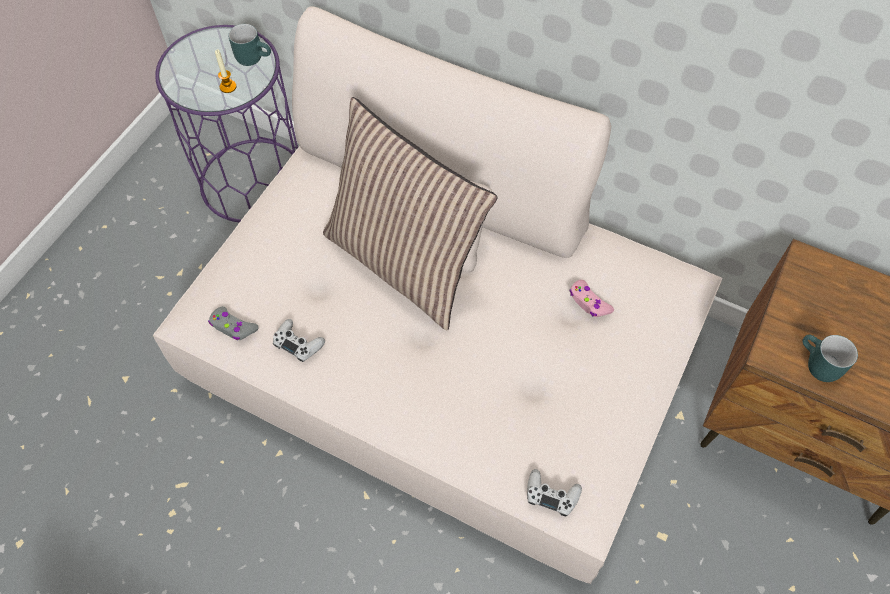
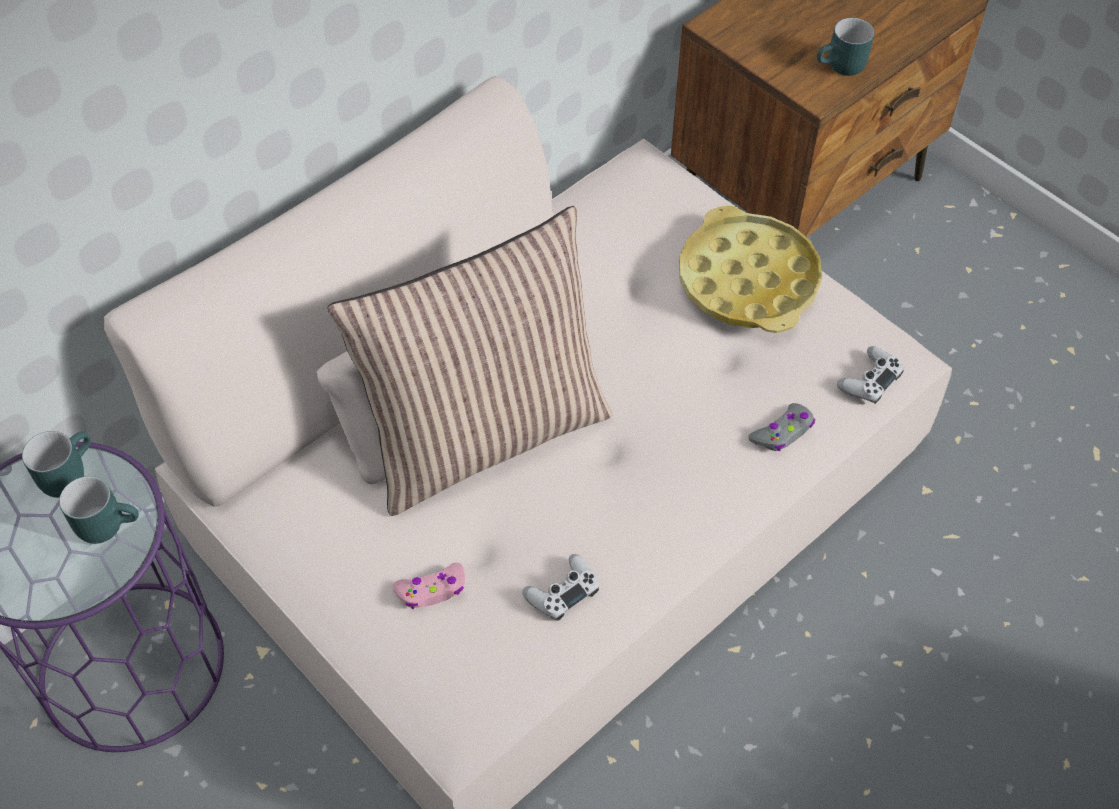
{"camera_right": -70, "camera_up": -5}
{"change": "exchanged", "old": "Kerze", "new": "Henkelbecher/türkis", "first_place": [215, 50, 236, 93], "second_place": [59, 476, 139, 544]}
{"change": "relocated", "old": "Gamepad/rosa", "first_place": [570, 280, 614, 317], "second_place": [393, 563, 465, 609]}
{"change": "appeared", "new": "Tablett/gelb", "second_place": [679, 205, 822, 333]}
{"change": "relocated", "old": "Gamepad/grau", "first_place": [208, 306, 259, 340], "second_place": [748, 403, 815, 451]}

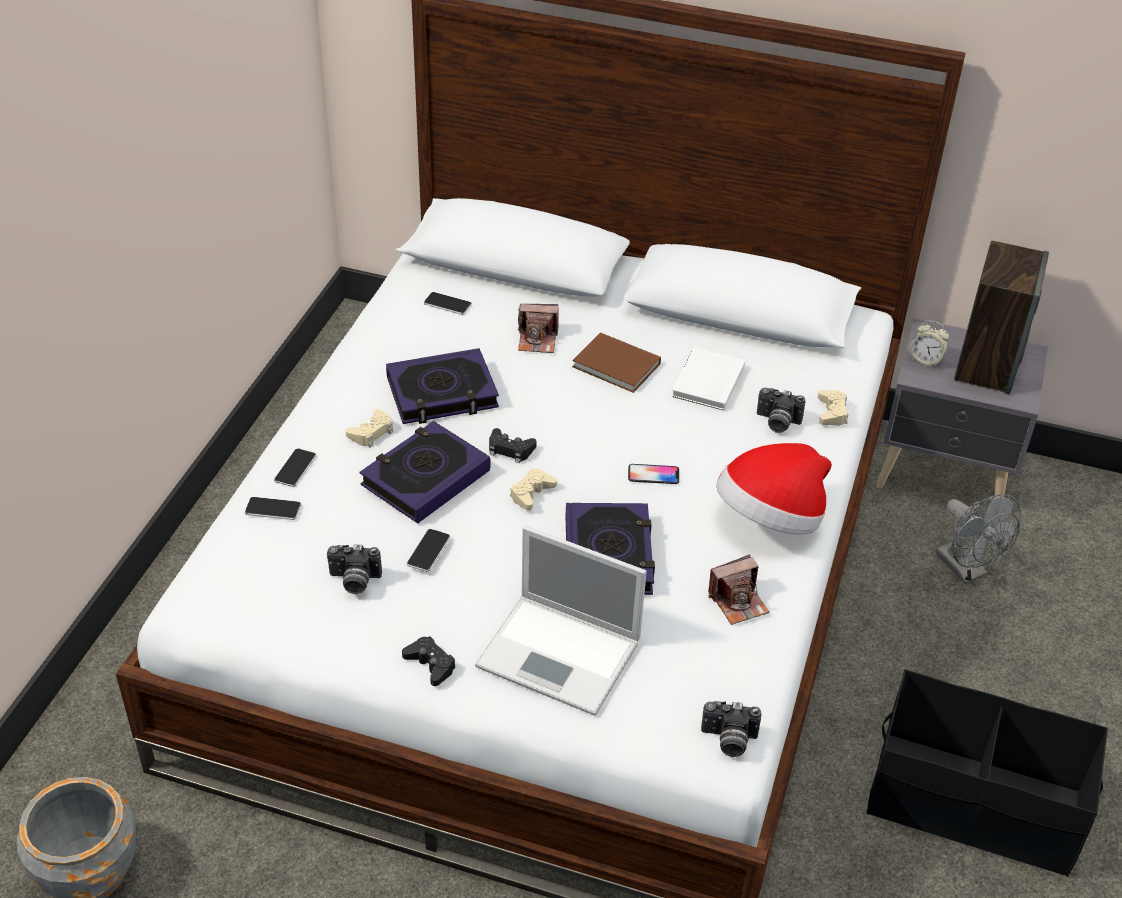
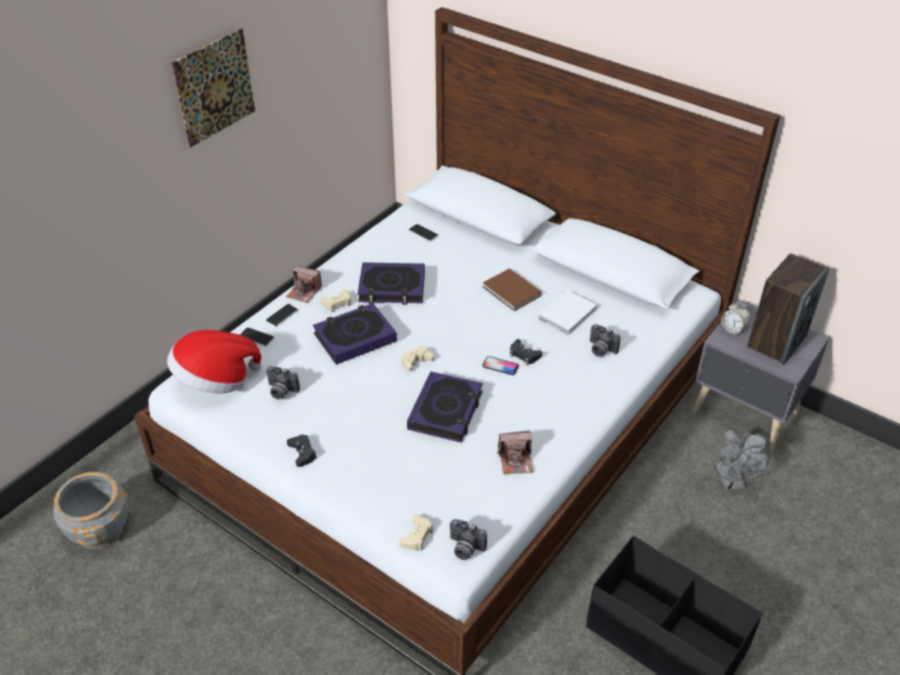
{"camera_right": 20, "camera_up": 0}
{"change": "relocated", "old": "Hut", "first_place": [716, 443, 832, 535], "second_place": [167, 330, 262, 393]}
{"change": "appeared", "new": "Bild", "second_place": [171, 28, 255, 148]}
{"change": "relocated", "old": "Kamera", "first_place": [518, 304, 558, 353], "second_place": [286, 266, 322, 303]}
{"change": "relocated", "old": "Gamepad/beige", "first_place": [818, 390, 848, 426], "second_place": [399, 514, 433, 551]}
{"change": "relocated", "old": "Gamepad/schwarz", "first_place": [489, 428, 537, 463], "second_place": [510, 339, 542, 365]}
{"change": "missing", "old": "Handy", "first_place": [407, 529, 450, 572]}
{"change": "missing", "old": "Laptop", "first_place": [475, 525, 647, 716]}

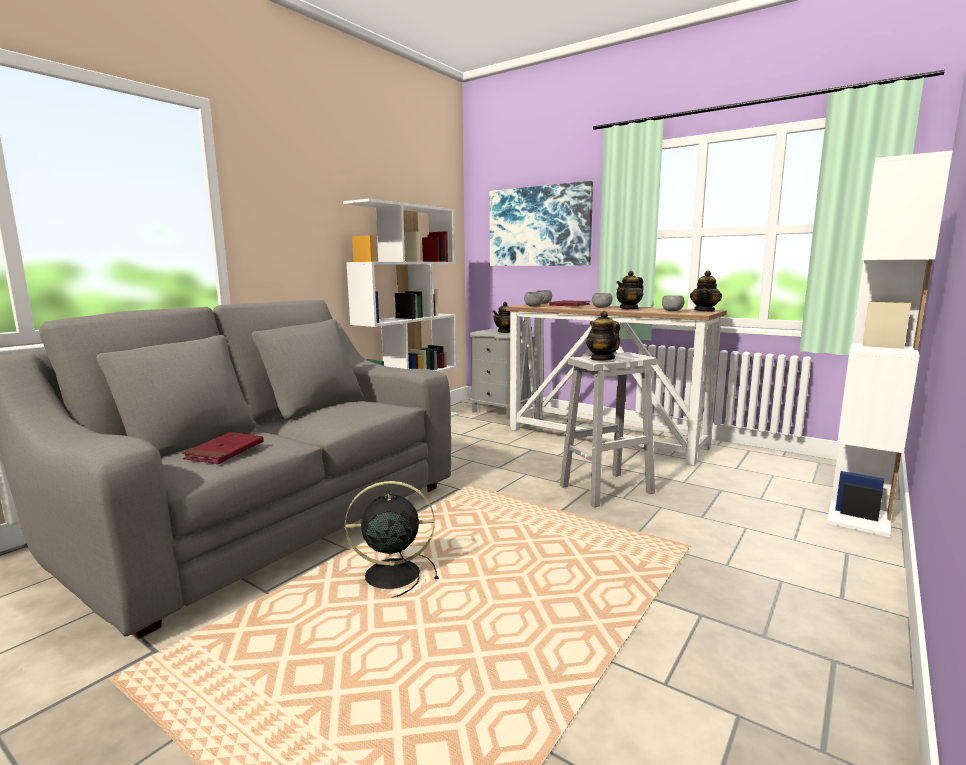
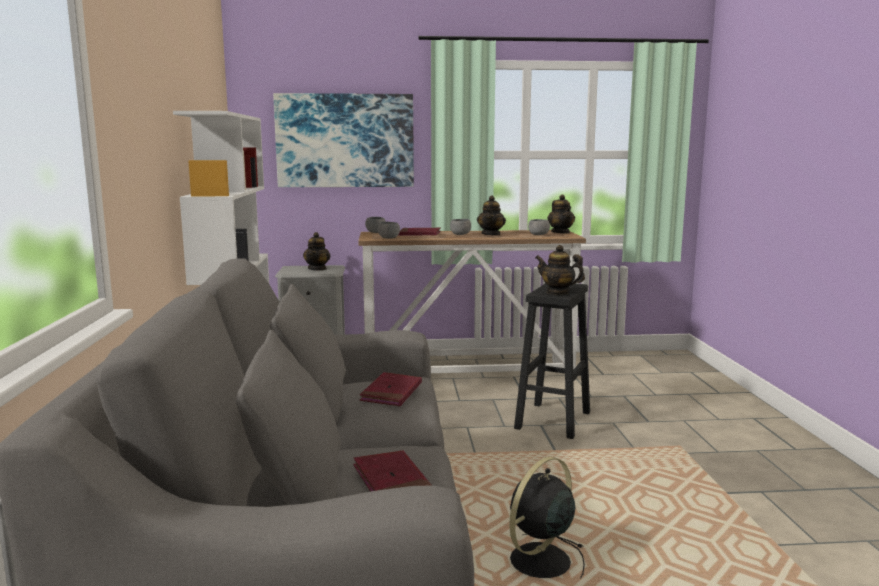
{"camera_right": -40, "camera_up": 0}
{"change": "appeared", "new": "Buch/rot", "second_place": [360, 372, 422, 406]}
{"change": "colour", "old": "Hocker/weiß", "new": "Hocker/schwarz", "first_place": [560, 352, 657, 507], "second_place": [514, 283, 590, 439]}
{"change": "missing", "old": "Bücherregal/weiß", "first_place": [827, 151, 952, 537]}

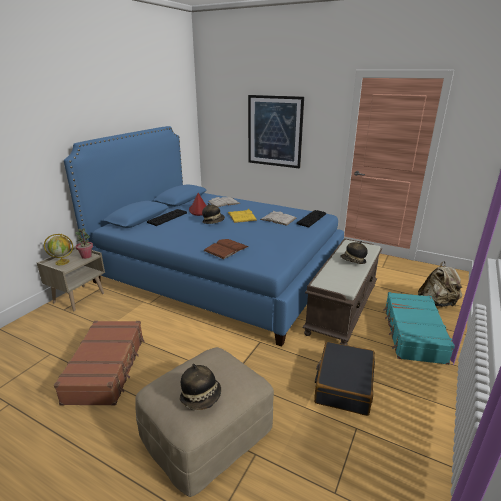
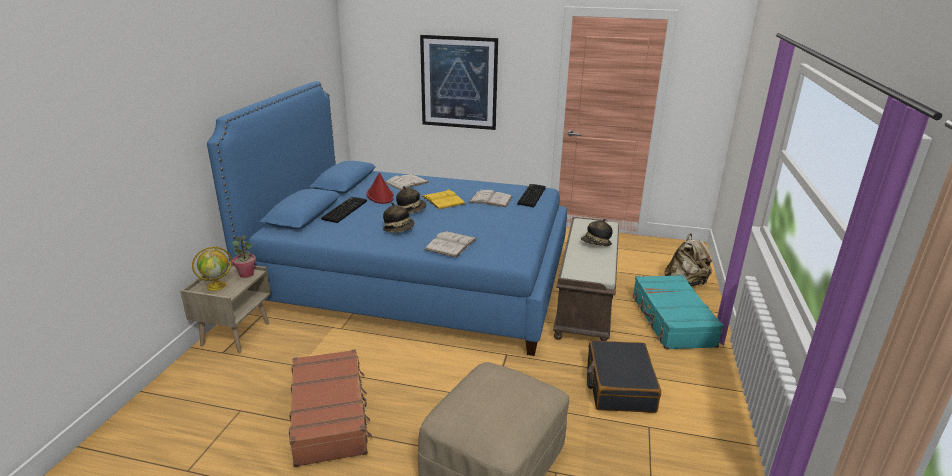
{"camera_right": -15, "camera_up": 0}
{"change": "relocated", "old": "Hut", "first_place": [180, 364, 221, 410], "second_place": [383, 202, 414, 233]}
{"change": "colour", "old": "Buch/braun", "new": "Buch/weiß", "first_place": [204, 239, 248, 259], "second_place": [424, 231, 477, 257]}

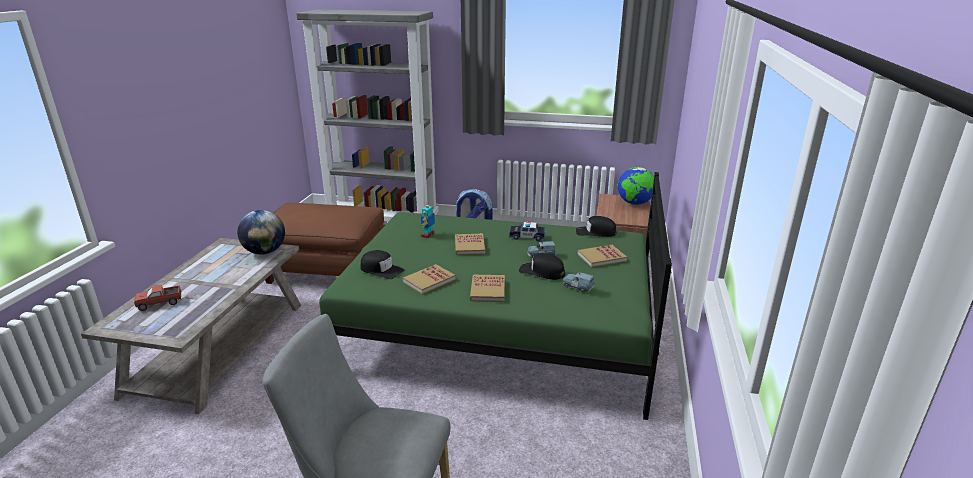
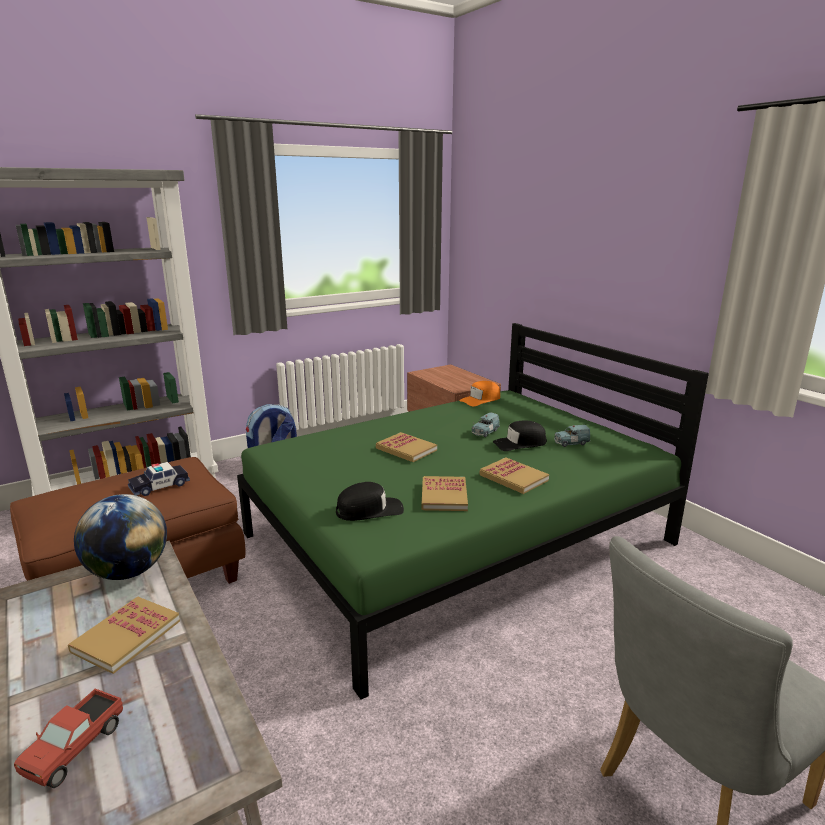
{"camera_right": -45, "camera_up": -5}
{"change": "relocated", "old": "Buch", "first_place": [577, 245, 627, 268], "second_place": [68, 596, 180, 674]}
{"change": "relocated", "old": "Spielzeugauto", "first_place": [509, 221, 545, 241], "second_place": [128, 462, 190, 496]}
{"change": "colour", "old": "Kappe/schwarz", "new": "Kappe/orange", "first_place": [576, 216, 617, 237], "second_place": [459, 381, 500, 406]}
{"change": "missing", "old": "Spielzeugroboter", "first_place": [421, 205, 435, 238]}
{"change": "missing", "old": "Globus", "first_place": [618, 167, 654, 205]}

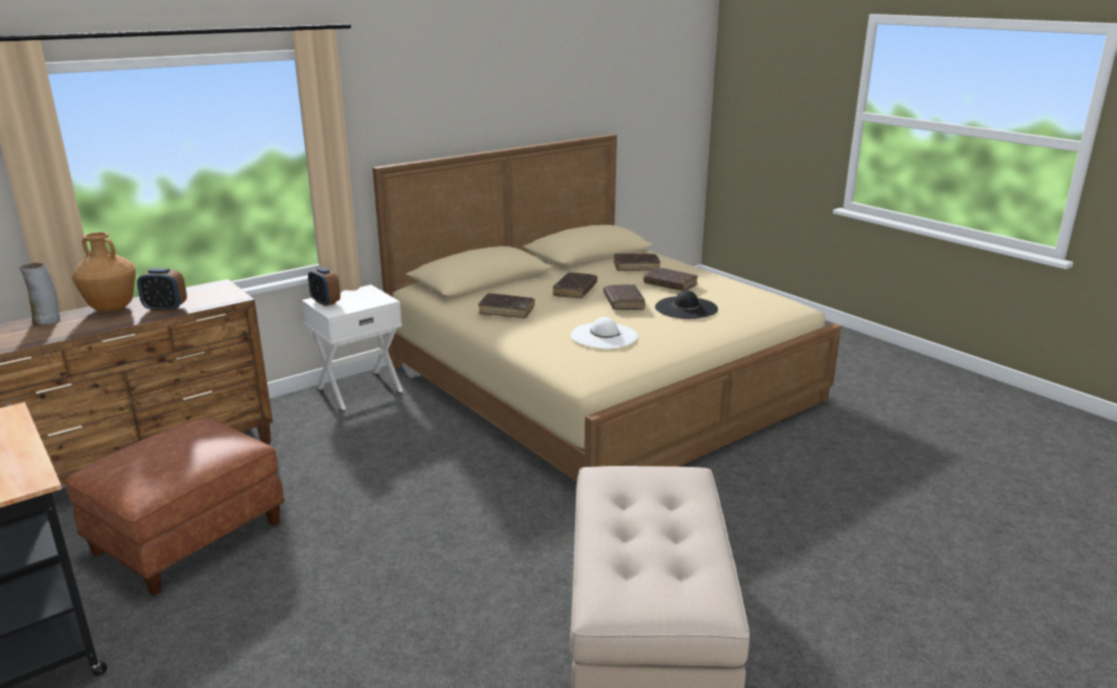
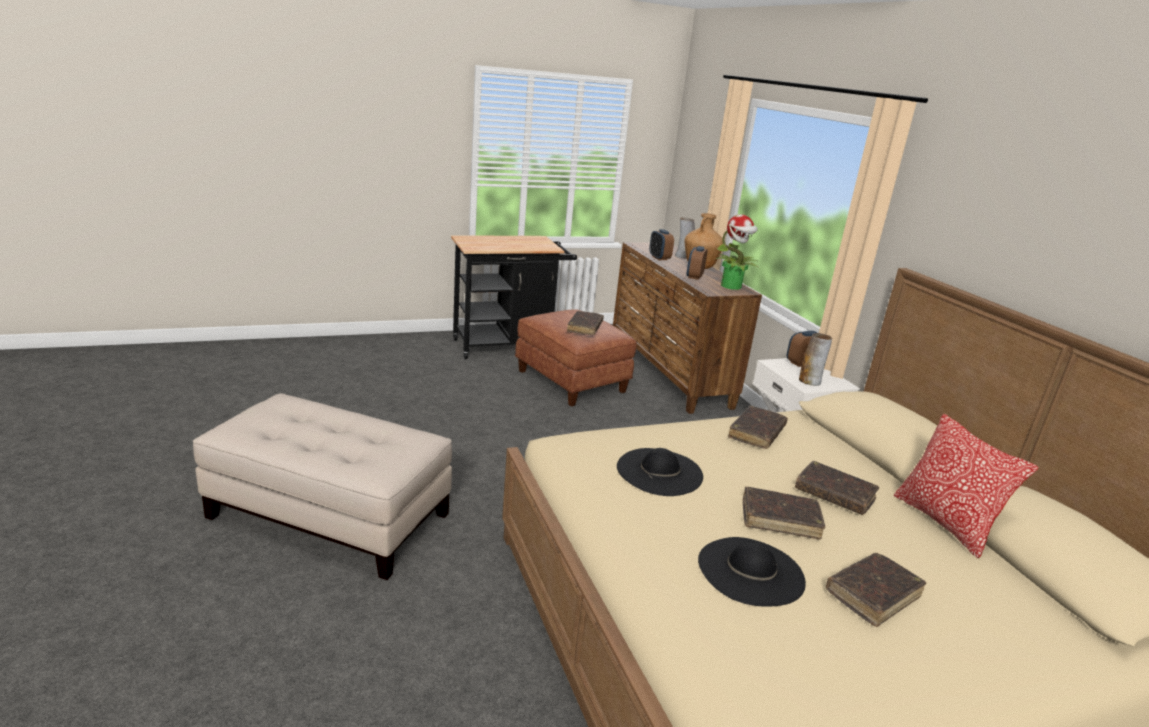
{"camera_right": 105, "camera_up": 0}
{"change": "relocated", "old": "Buch/braun", "first_place": [614, 254, 661, 271], "second_place": [567, 311, 604, 335]}
{"change": "colour", "old": "Hut/weiß", "new": "Hut/schwarz", "first_place": [571, 317, 638, 349], "second_place": [617, 448, 703, 496]}
{"change": "appeared", "new": "Wecker", "second_place": [649, 229, 674, 260]}
{"change": "appeared", "new": "Topfpflanze", "second_place": [715, 214, 760, 290]}
{"change": "appeared", "new": "Vase", "second_place": [799, 333, 832, 386]}
{"change": "appeared", "new": "Kissen", "second_place": [893, 414, 1038, 558]}

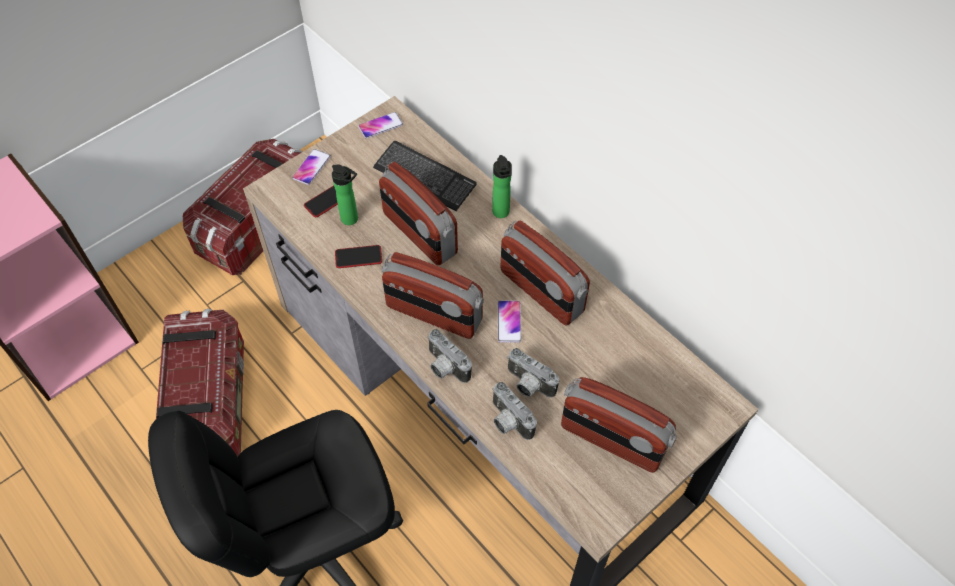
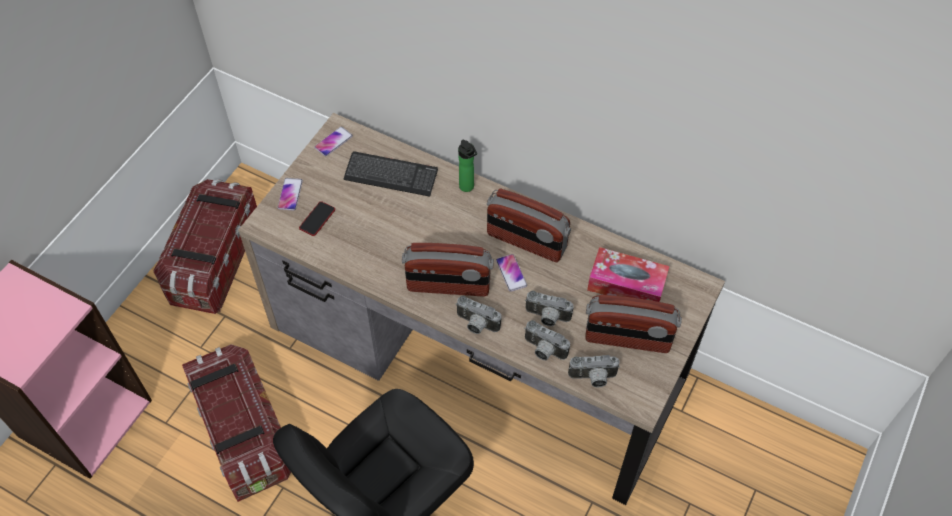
{"camera_right": -20, "camera_up": 0}
{"change": "appeared", "new": "Kamera", "second_place": [568, 355, 620, 388]}
{"change": "appeared", "new": "Taschentuchbox", "second_place": [587, 247, 669, 302]}
{"change": "missing", "old": "Flasche", "first_place": [332, 164, 358, 225]}
{"change": "missing", "old": "Handy", "first_place": [335, 245, 382, 268]}
{"change": "missing", "old": "Radio", "first_place": [379, 162, 458, 266]}

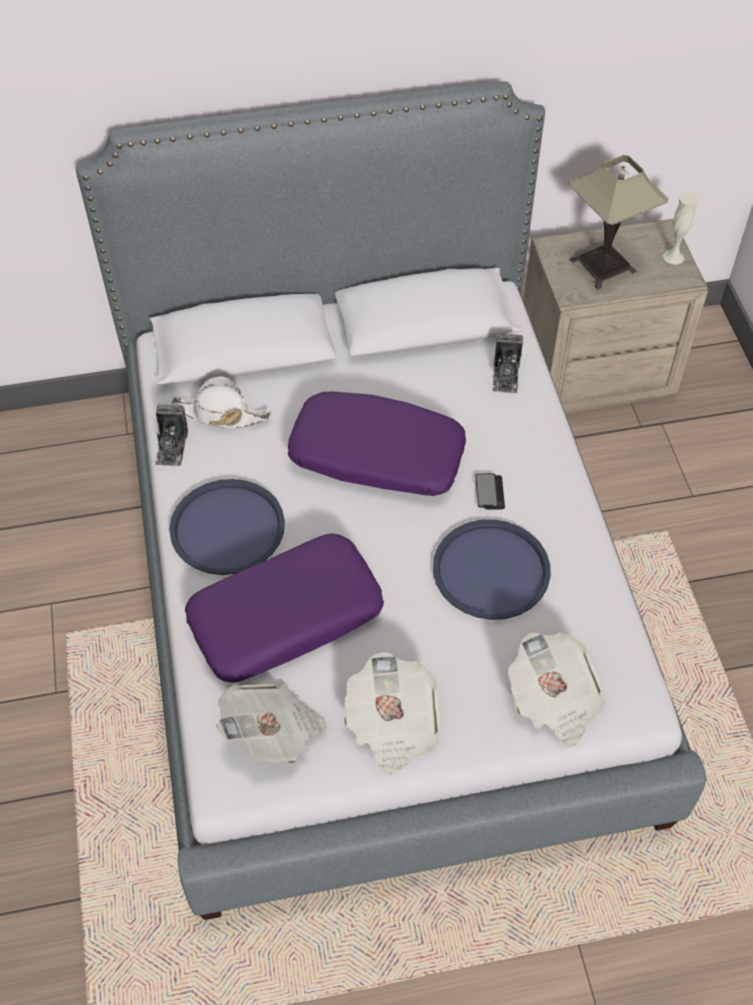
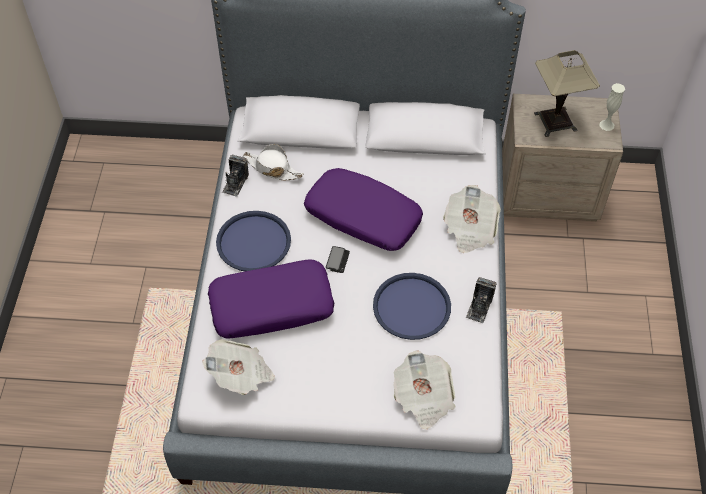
{"camera_right": 15, "camera_up": 0}
{"change": "relocated", "old": "Handy", "first_place": [475, 473, 505, 510], "second_place": [326, 246, 350, 273]}
{"change": "relocated", "old": "Zeitung", "first_place": [343, 652, 440, 775], "second_place": [443, 185, 501, 253]}
{"change": "relocated", "old": "Kamera", "first_place": [492, 334, 523, 393], "second_place": [466, 277, 497, 323]}

